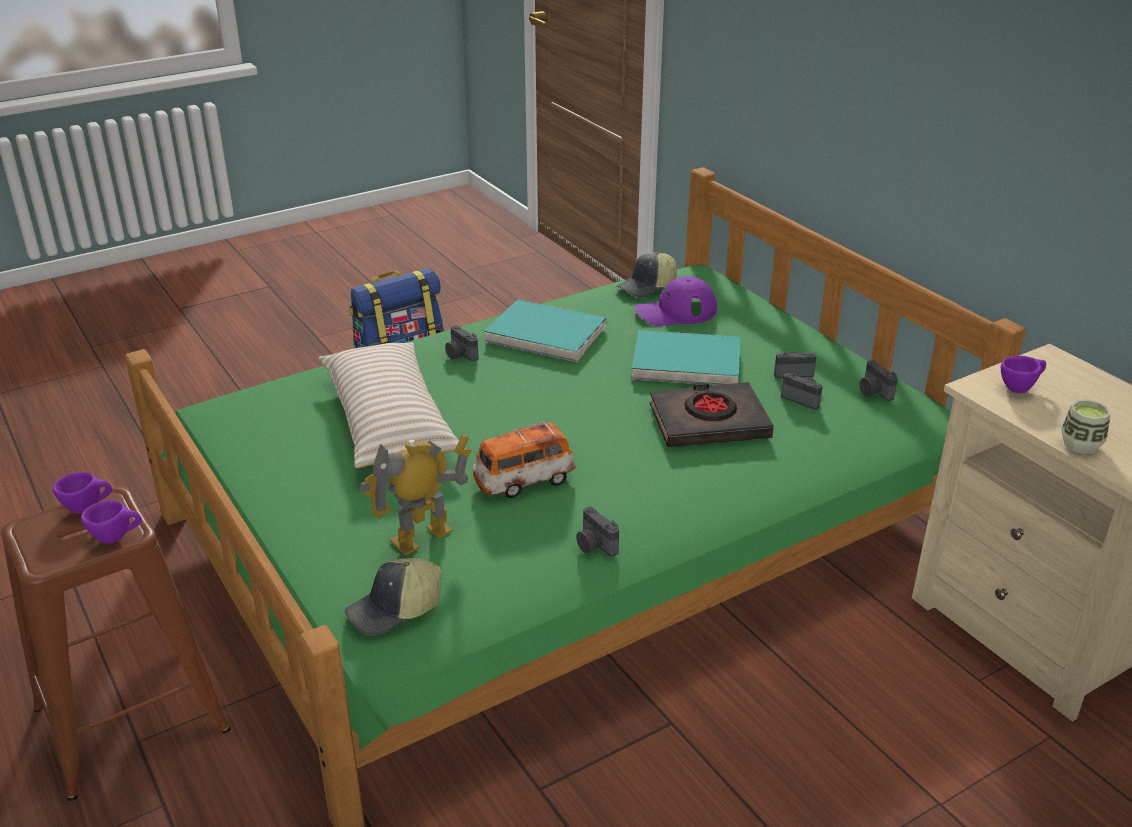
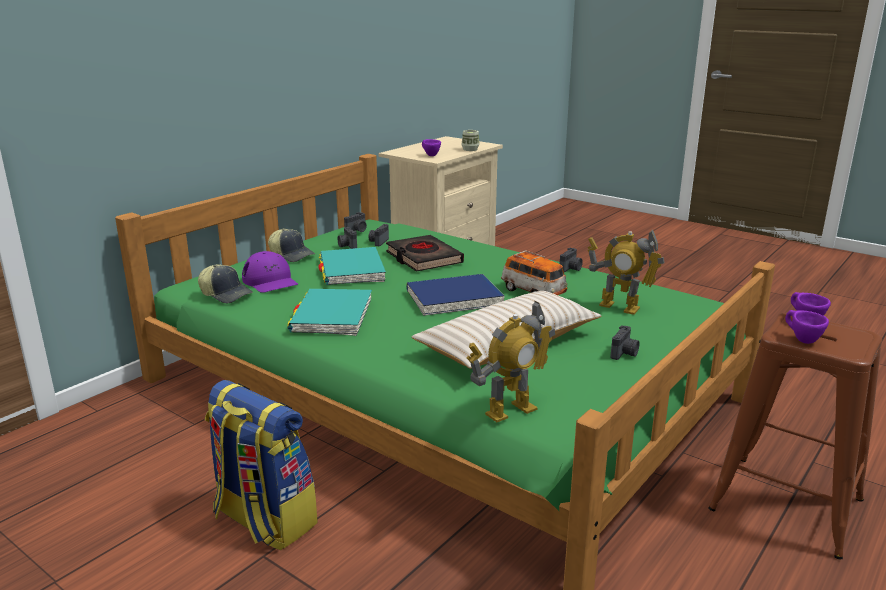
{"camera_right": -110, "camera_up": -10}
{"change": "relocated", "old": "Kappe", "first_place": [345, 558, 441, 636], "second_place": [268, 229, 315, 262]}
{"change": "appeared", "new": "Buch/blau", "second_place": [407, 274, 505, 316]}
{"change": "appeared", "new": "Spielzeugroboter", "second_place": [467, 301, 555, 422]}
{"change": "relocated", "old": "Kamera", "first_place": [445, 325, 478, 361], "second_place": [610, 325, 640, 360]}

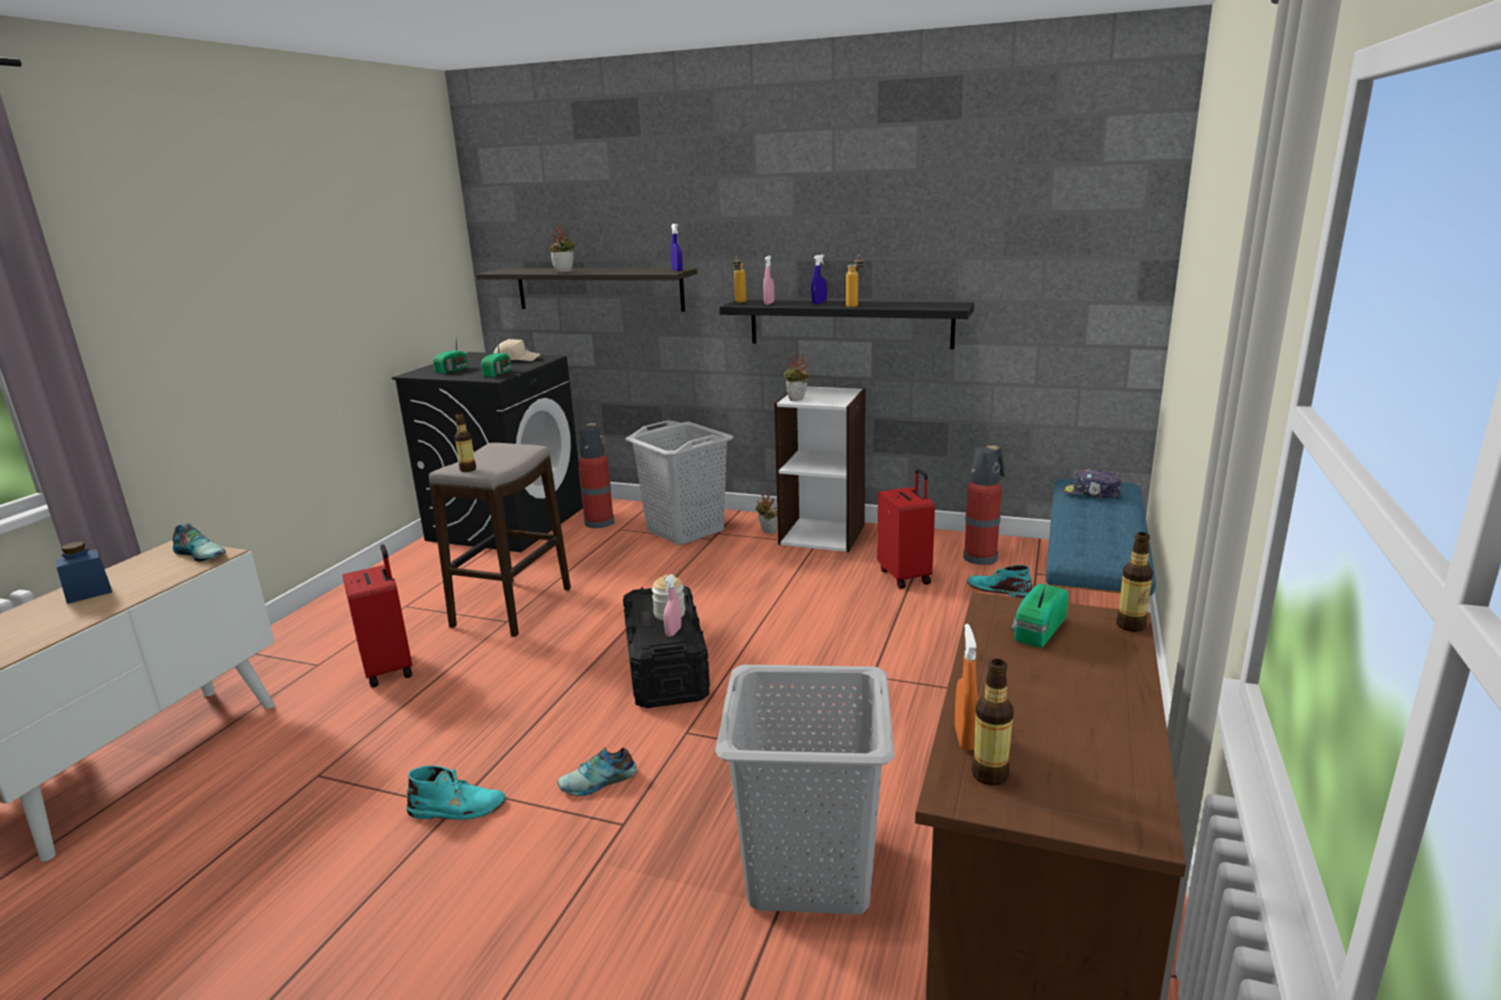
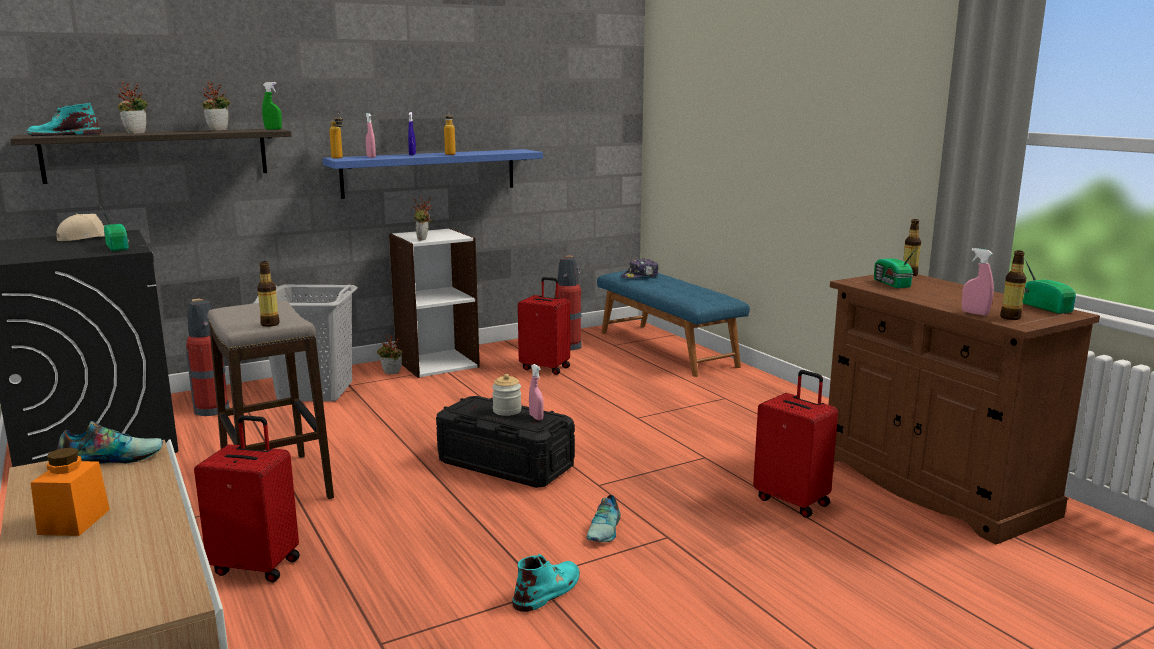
{"camera_right": -50, "camera_up": -5}
{"change": "relocated", "old": "Stiefel/türkis", "first_place": [967, 565, 1032, 598], "second_place": [26, 103, 101, 136]}
{"change": "colour", "old": "Vorratsglas/blau", "new": "Vorratsglas/orange", "first_place": [55, 541, 112, 604], "second_place": [31, 447, 110, 536]}
{"change": "appeared", "new": "Topfpflanze", "second_place": [202, 82, 231, 130]}
{"change": "colour", "old": "Sprühflasche/blau", "new": "Sprühflasche/grün", "first_place": [671, 224, 683, 271], "second_place": [262, 82, 282, 130]}
{"change": "colour", "old": "Wandregal/schwarz", "new": "Wandregal/blau", "first_place": [720, 300, 974, 349], "second_place": [323, 149, 543, 199]}
{"change": "exchanged", "old": "Wäschekorb/grau", "new": "Koffer/rot", "first_place": [715, 665, 895, 914], "second_place": [753, 370, 838, 518]}
{"change": "colour", "old": "Sprühflasche/orange", "new": "Sprühflasche/rosa", "first_place": [955, 624, 978, 751], "second_place": [962, 248, 994, 316]}
{"change": "relocated", "old": "Radio", "first_place": [433, 336, 468, 374], "second_place": [1022, 257, 1076, 314]}

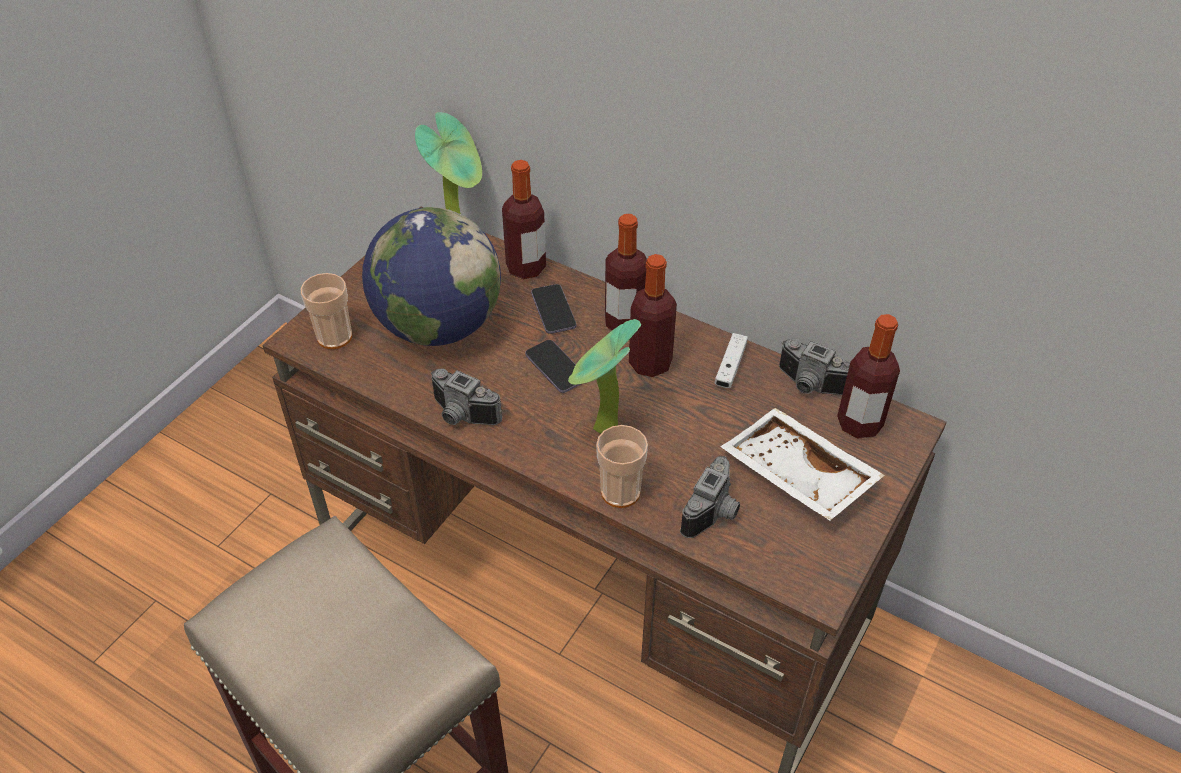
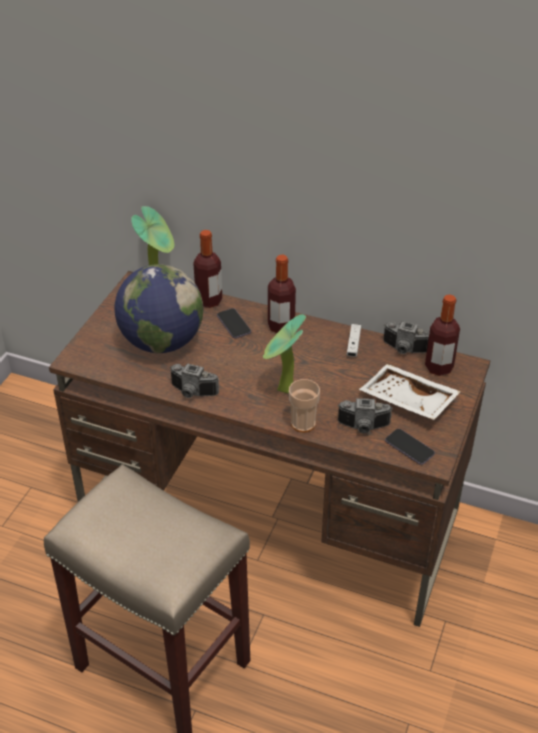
{"camera_right": -10, "camera_up": -5}
{"change": "spun", "old": "Kamera", "first_place": [680, 456, 740, 538], "second_place": [338, 398, 393, 433], "degrees": 75}
{"change": "relocated", "old": "Handy", "first_place": [525, 340, 581, 393], "second_place": [385, 429, 435, 465]}
{"change": "missing", "old": "Tasse", "first_place": [301, 273, 352, 349]}
{"change": "missing", "old": "Flasche", "first_place": [629, 254, 677, 377]}

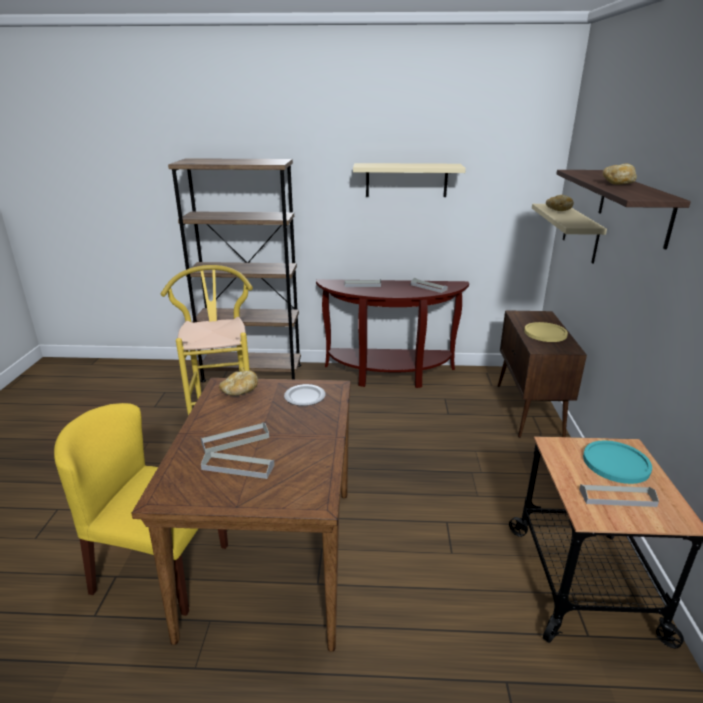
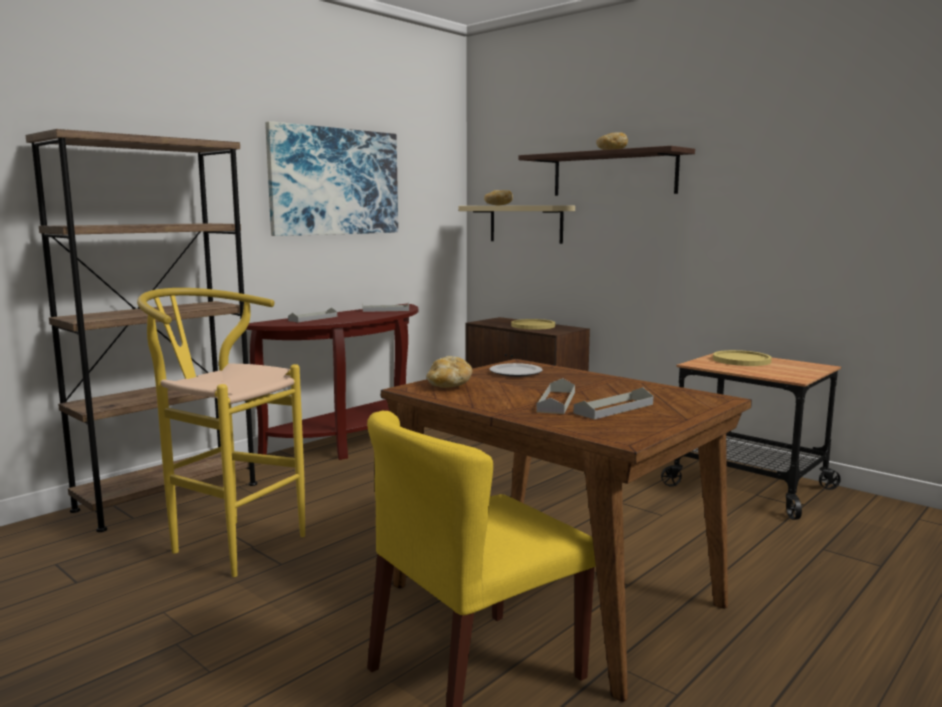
{"camera_right": -50, "camera_up": -15}
{"change": "exchanged", "old": "Wandregal/beige", "new": "Bild", "first_place": [353, 163, 466, 197], "second_place": [265, 121, 398, 236]}
{"change": "colour", "old": "Teller/türkis", "new": "Teller/gelb", "first_place": [583, 440, 652, 484], "second_place": [713, 350, 772, 366]}
{"change": "missing", "old": "Tablett/grau", "first_place": [579, 484, 659, 507]}

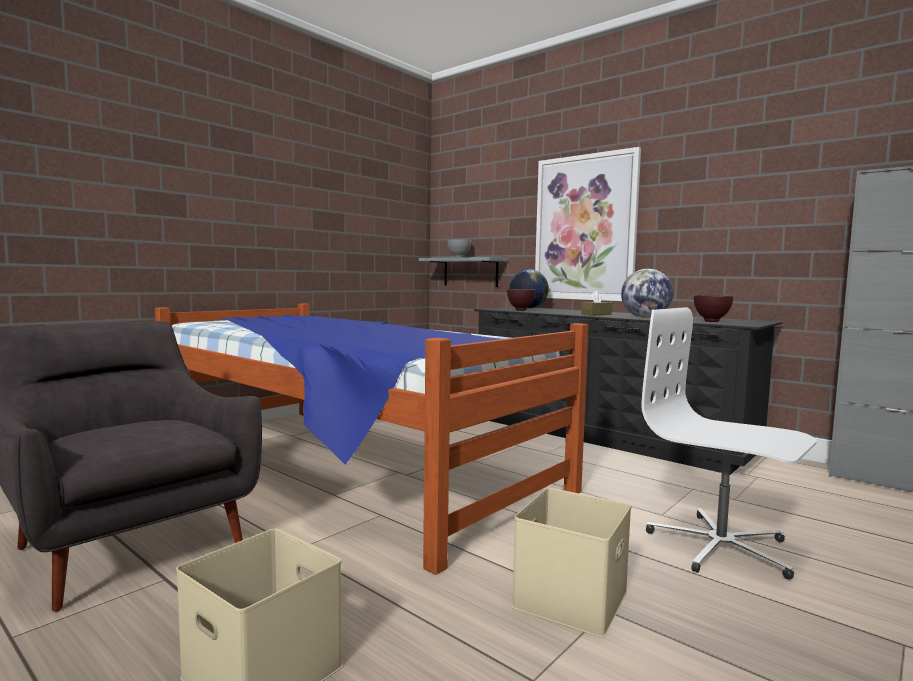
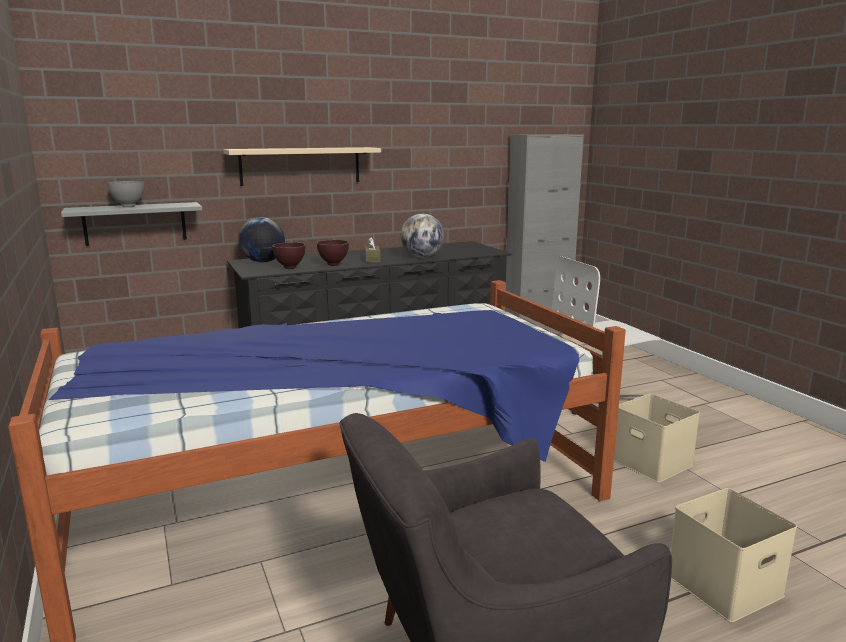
{"camera_right": -65, "camera_up": 10}
{"change": "exchanged", "old": "Bild", "new": "Wandregal/beige", "first_place": [535, 147, 641, 301], "second_place": [223, 147, 381, 186]}
{"change": "relocated", "old": "Schüssel/braun", "first_place": [694, 295, 733, 322], "second_place": [317, 240, 349, 266]}

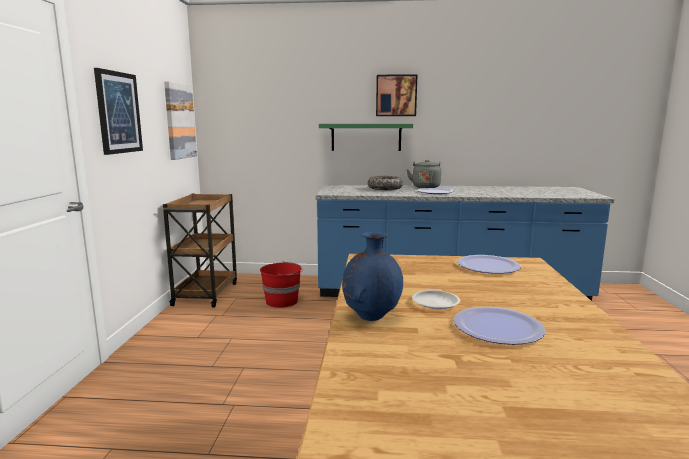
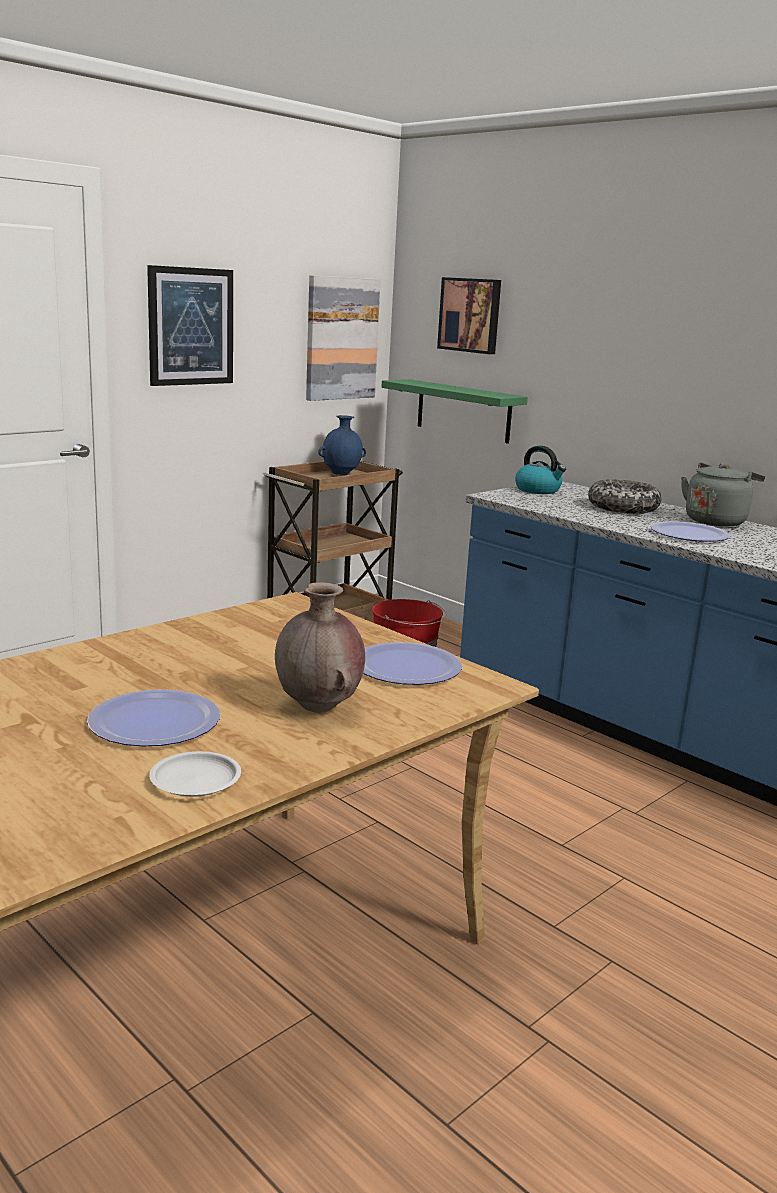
{"camera_right": 40, "camera_up": 5}
{"change": "relocated", "old": "Teller/weiß", "first_place": [412, 290, 460, 309], "second_place": [149, 751, 241, 797]}
{"change": "appeared", "new": "Vase/braun", "second_place": [275, 582, 365, 713]}
{"change": "relocated", "old": "Vase/blau", "first_place": [342, 231, 403, 321], "second_place": [318, 415, 366, 475]}
{"change": "relocated", "old": "Wandregal/grün", "first_place": [319, 124, 413, 151], "second_place": [382, 379, 528, 444]}
{"change": "relocated", "old": "Bild", "first_place": [376, 74, 418, 116], "second_place": [437, 277, 501, 354]}
{"change": "appeared", "new": "Wasserkessel", "second_place": [515, 446, 566, 494]}

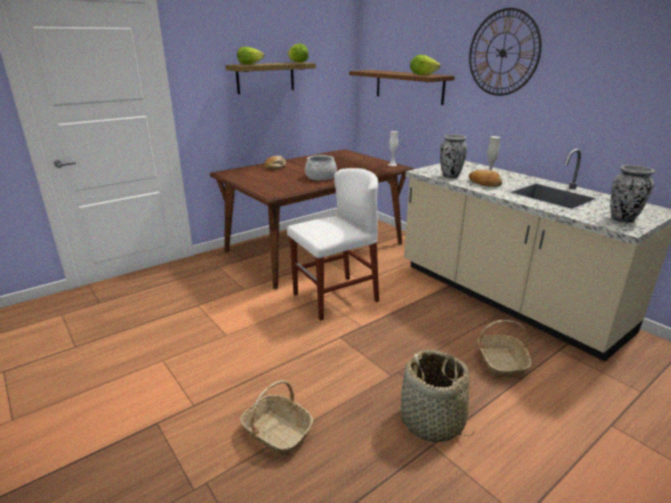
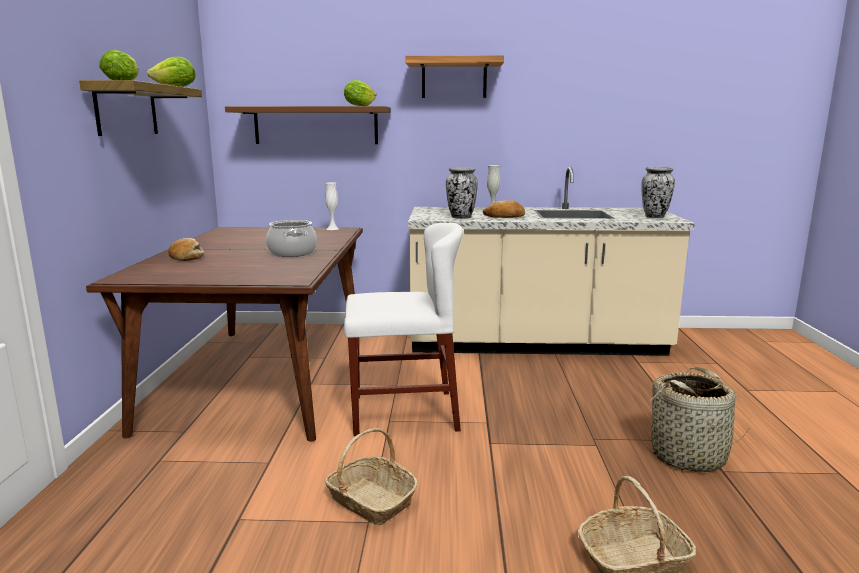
{"camera_right": -50, "camera_up": -10}
{"change": "relocated", "old": "Korb", "first_place": [478, 320, 532, 378], "second_place": [325, 428, 418, 525]}
{"change": "spun", "old": "Stuhl/weiß", "first_place": [287, 168, 379, 321], "second_place": [344, 223, 463, 436], "degrees": 75}
{"change": "exchanged", "old": "Wanduhr", "new": "Wandregal", "first_place": [469, 8, 542, 96], "second_place": [405, 55, 504, 98]}

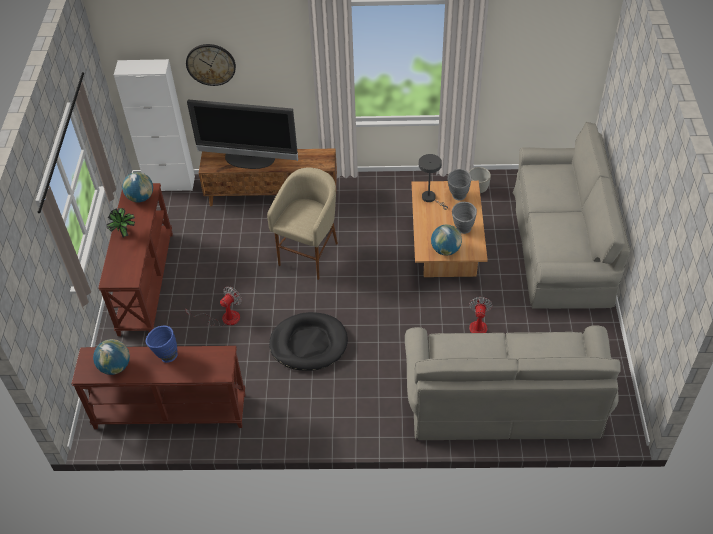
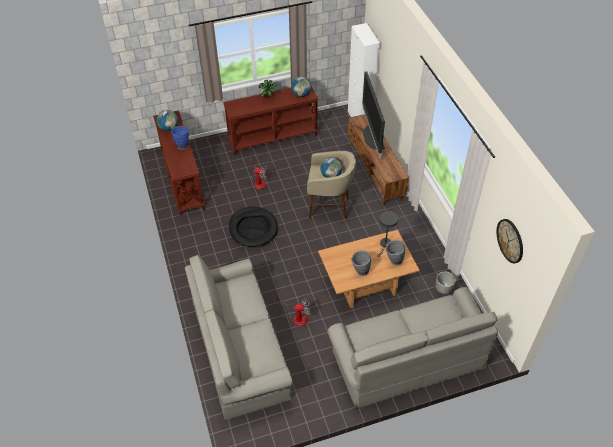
{"camera_right": 70, "camera_up": 0}
{"change": "relocated", "old": "Globus", "first_place": [431, 225, 462, 256], "second_place": [320, 157, 342, 178]}
{"change": "relocated", "old": "Wanduhr", "first_place": [186, 44, 236, 86], "second_place": [497, 219, 523, 263]}

